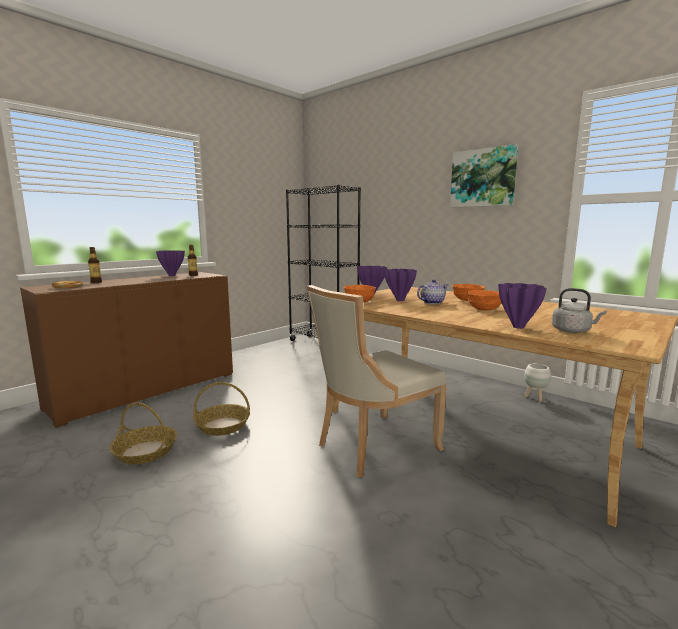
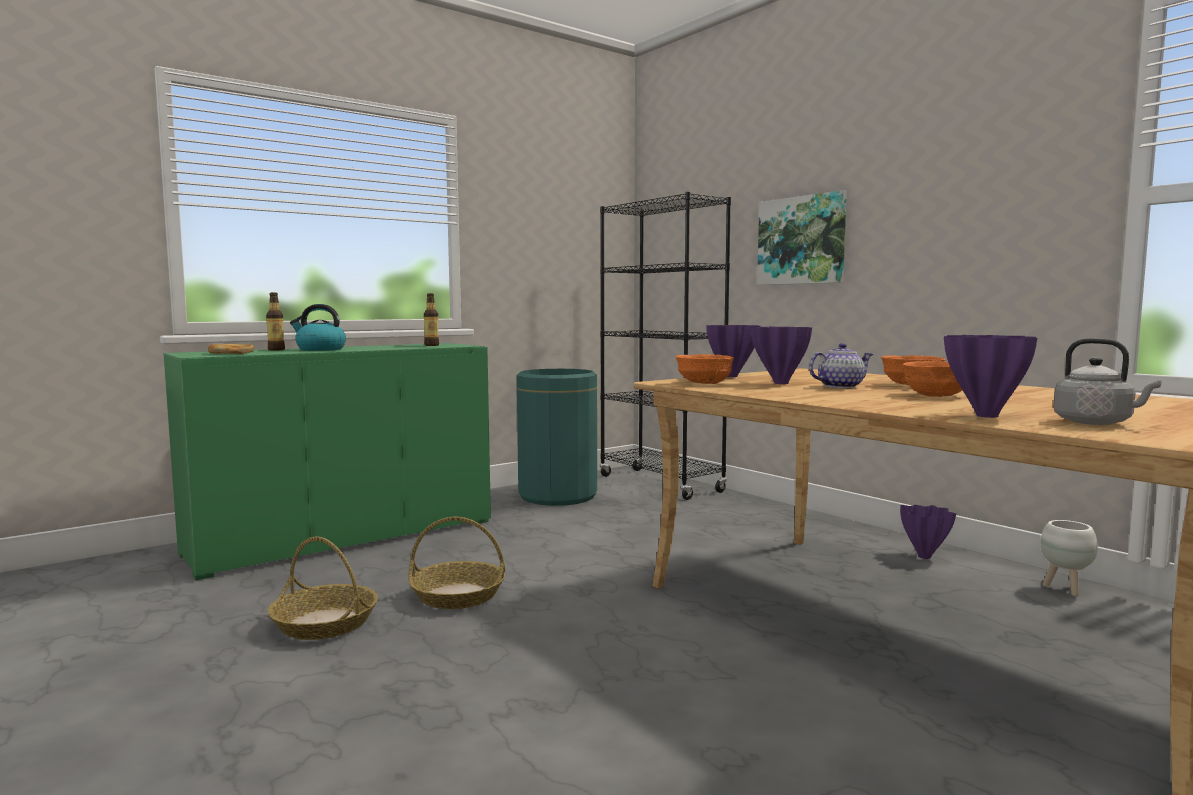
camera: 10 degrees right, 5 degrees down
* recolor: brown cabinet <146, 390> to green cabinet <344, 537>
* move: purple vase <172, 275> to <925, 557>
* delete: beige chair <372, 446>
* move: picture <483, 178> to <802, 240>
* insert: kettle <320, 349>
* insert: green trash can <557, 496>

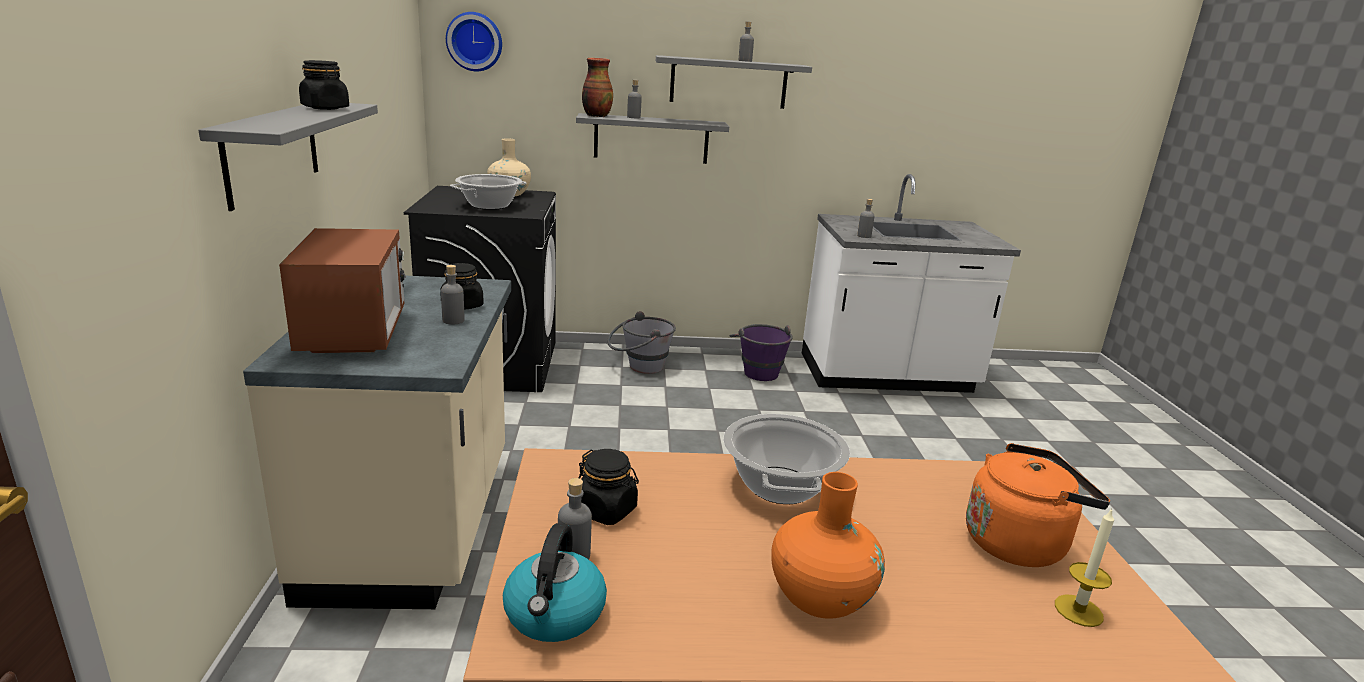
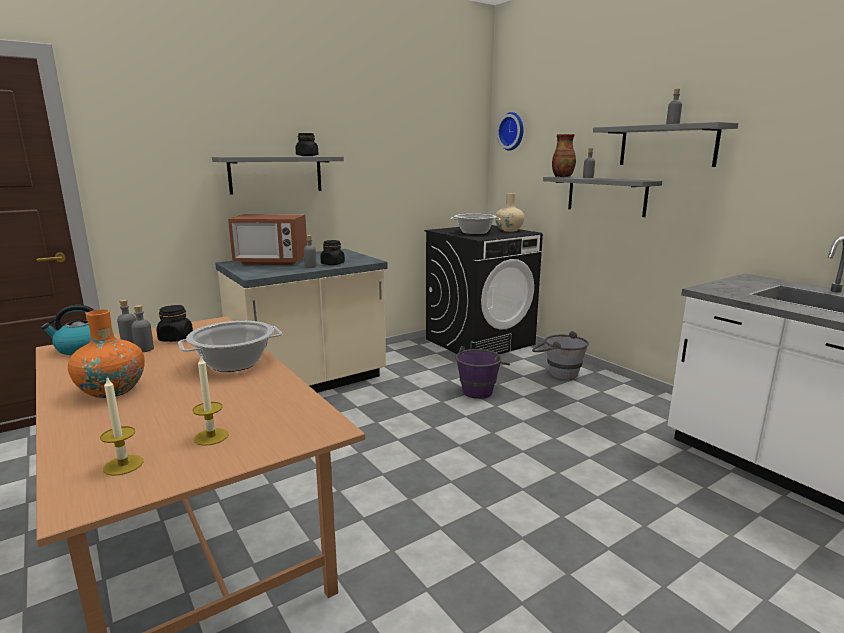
camera: 60 degrees right, 5 degrees down
* rotate: microwave <354, 333> = <271, 262> 45 degrees clockwise
* move: purple bucket <757, 370> to <481, 390>
* move: grey bottle <864, 236> to <144, 349>
* replace: orange kettle <1019, 542> to candle <211, 437>

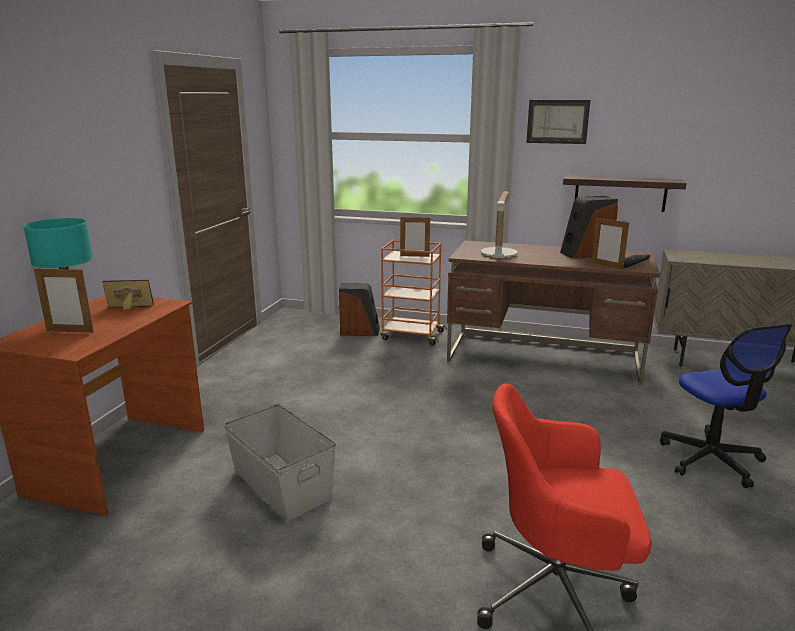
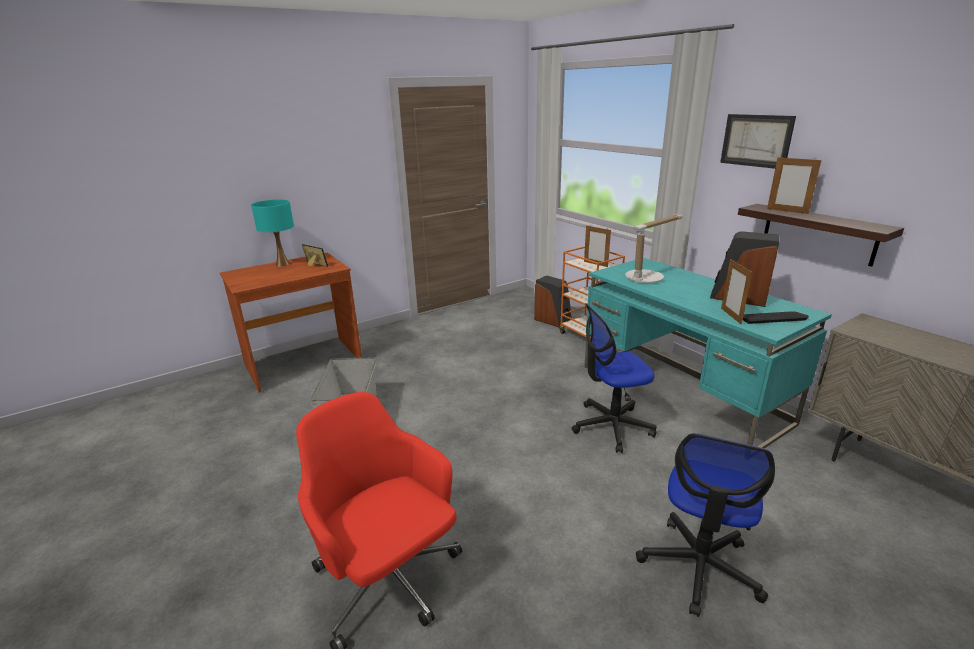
camera: 40 degrees right, 5 degrees up
* move: picture frame <70, 331> to <787, 211>
* recolor: brown desk <544, 357> to turquoise desk <681, 394>
* insert: office chair <611, 426>

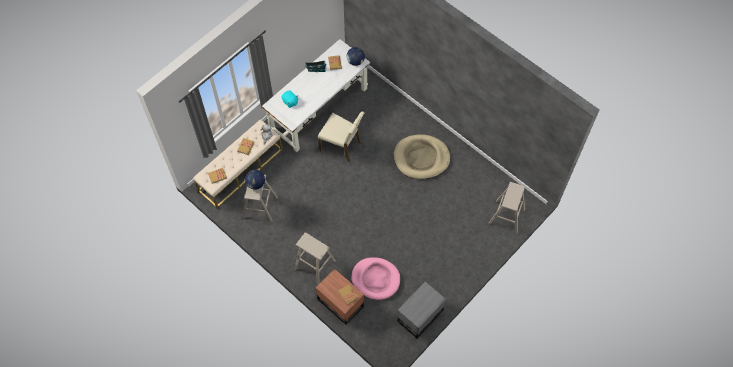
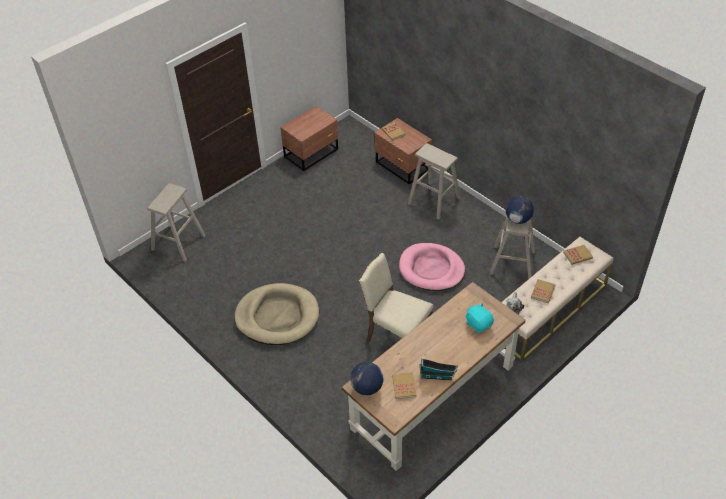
camera: 175 degrees left, 15 degrees down
* recolor: white desk <319, 108> to brown desk <433, 397>
* move: pink dog bed <375, 279> to <431, 269>
* recolor: grey nightstand <419, 316> to brown nightstand <312, 153>

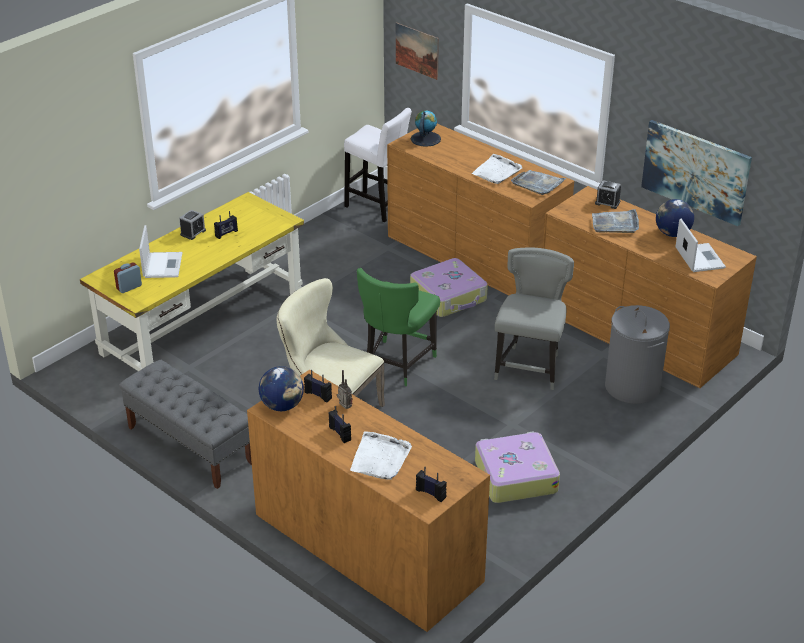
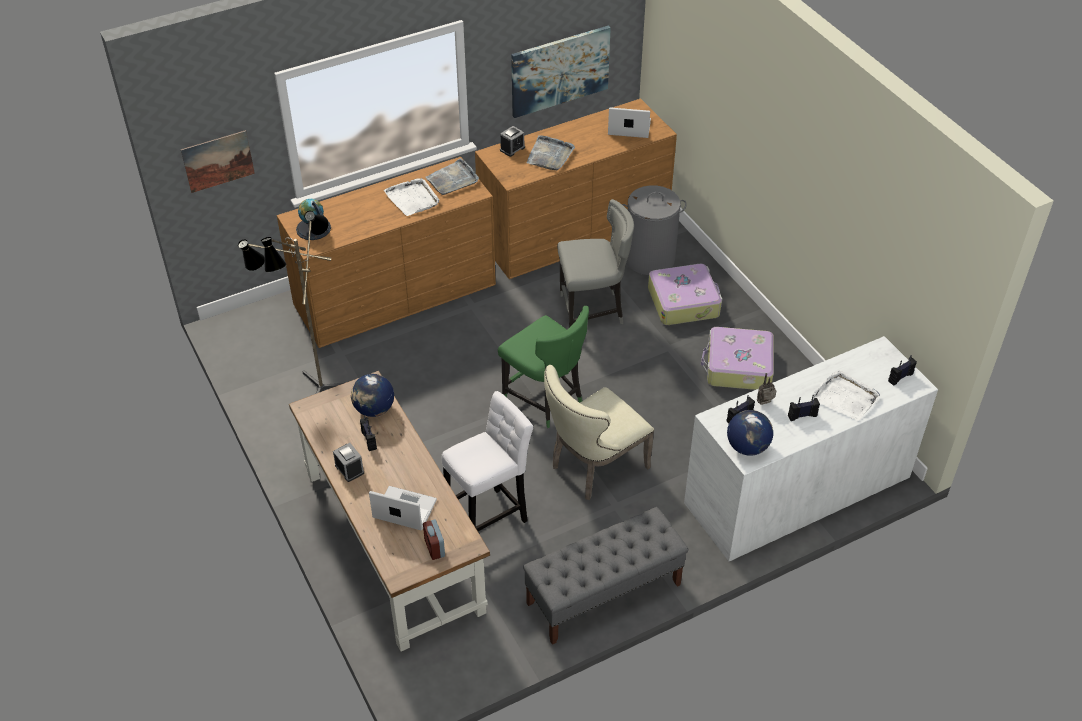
camera: 70 degrees left, 10 degrees up
* recolor: yellow desk <203, 323> to brown desk <392, 540>
* recolor: brown dresser <367, 547> to white dresser <797, 490>
* move: white stool <378, 207> to <489, 518>
* move: suitcase <449, 296> to <684, 302>
* rotate: grey chair <530, 367> = <593, 311> 135 degrees clockwise
* move: globe <672, 234> to <374, 409>
* insert: floor lamp <315, 389>

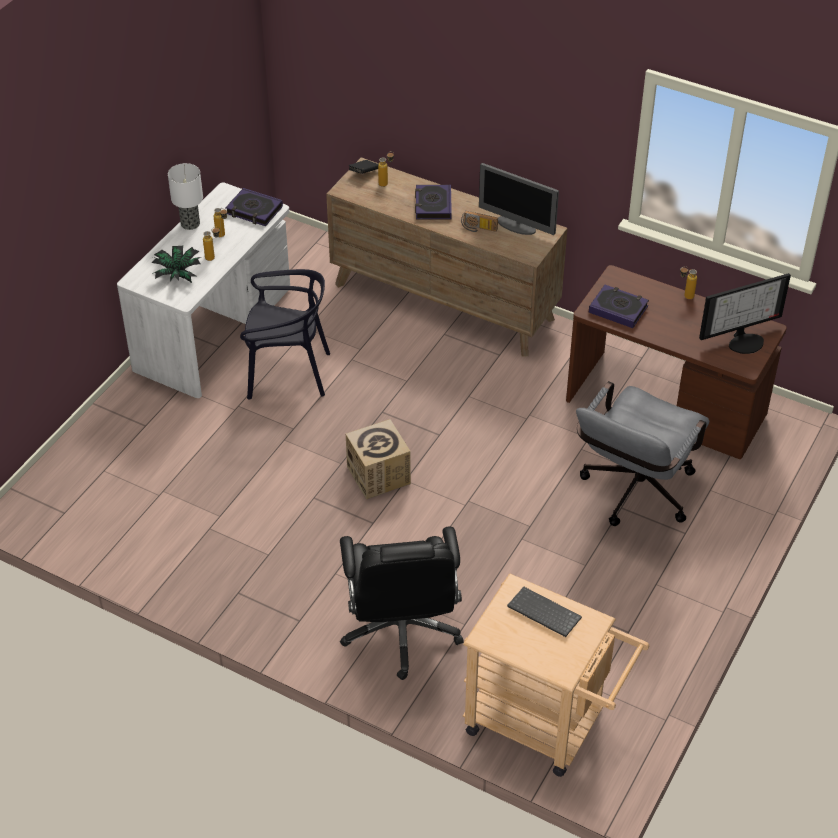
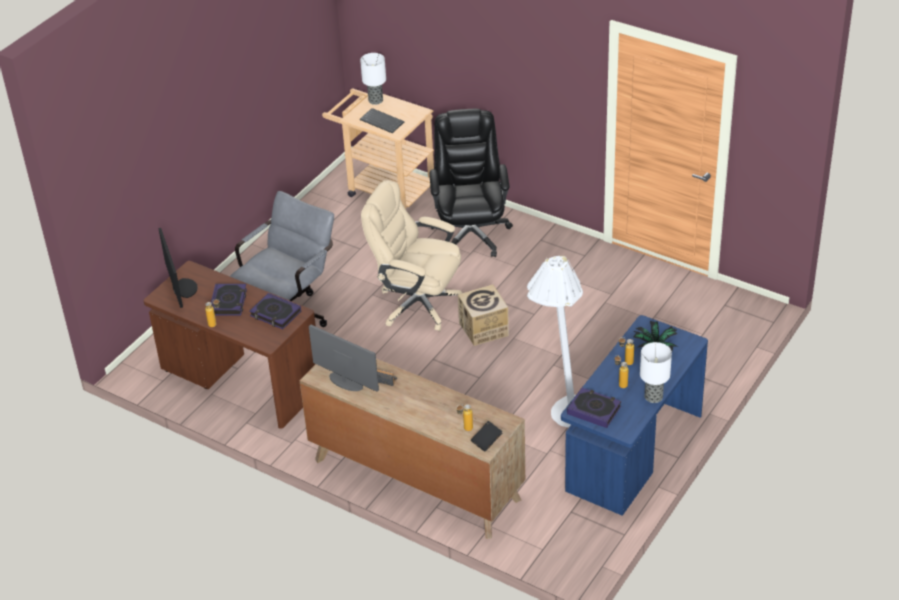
camera: 175 degrees left, 5 degrees down
* recolor: white desk <215, 330> to blue desk <633, 452>
* replace: black chair <287, 373> to white floor lamp <561, 411>
* move: book <433, 205> to <228, 302>
* rotate: monitor <744, 341> = <182, 288> 90 degrees clockwise
* insert: table lamp <376, 101>
* insert: beige office chair <417, 304>

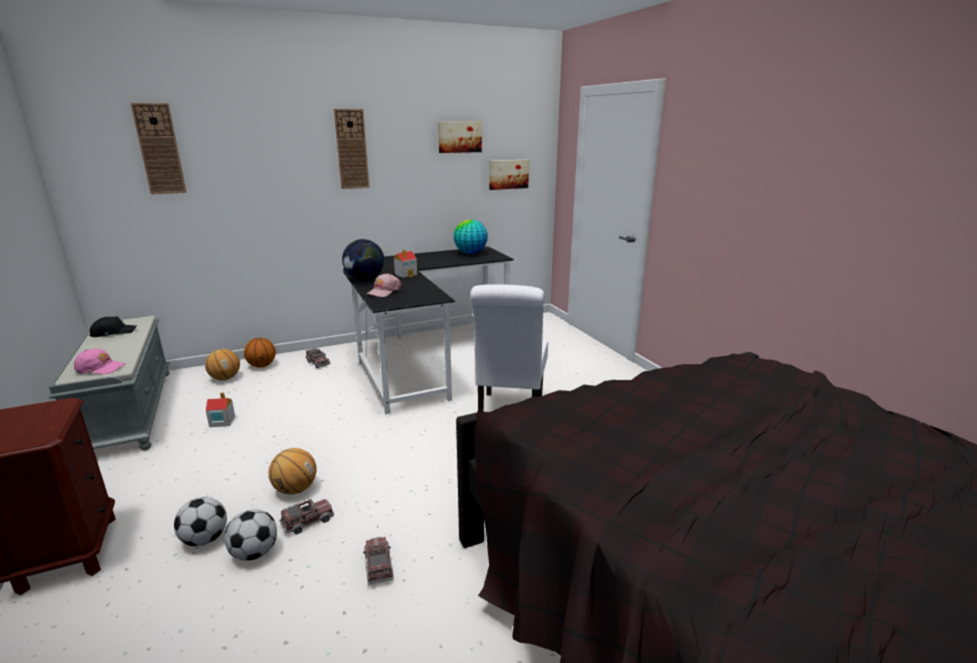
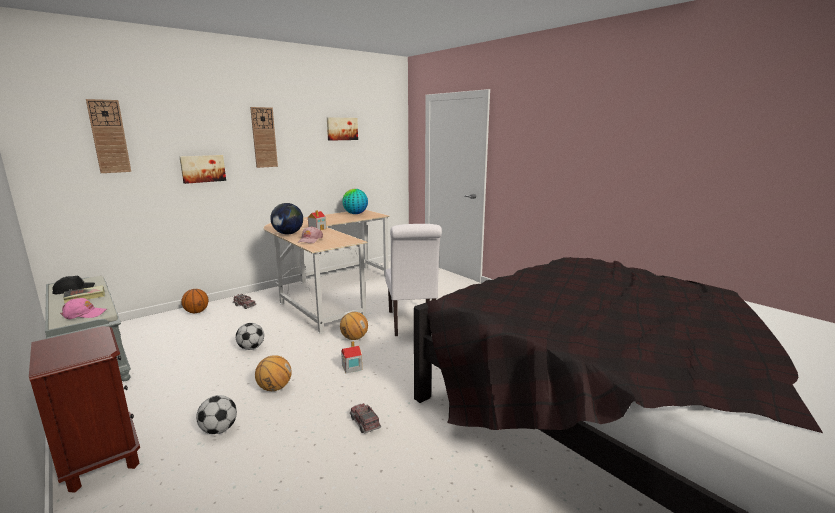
camera: 15 degrees left, 5 degrees down
* move: basketball <225, 378> to <354, 338>
* move: toy house <222, 421> to <351, 367>
* move: football <254, 553> to <251, 348>
* delete: toy truck <308, 522>
* recolor: black desk <422, 357> to beige desk <328, 293>
* move: picture <508, 174> to <203, 168>
* insert: book <85, 296>

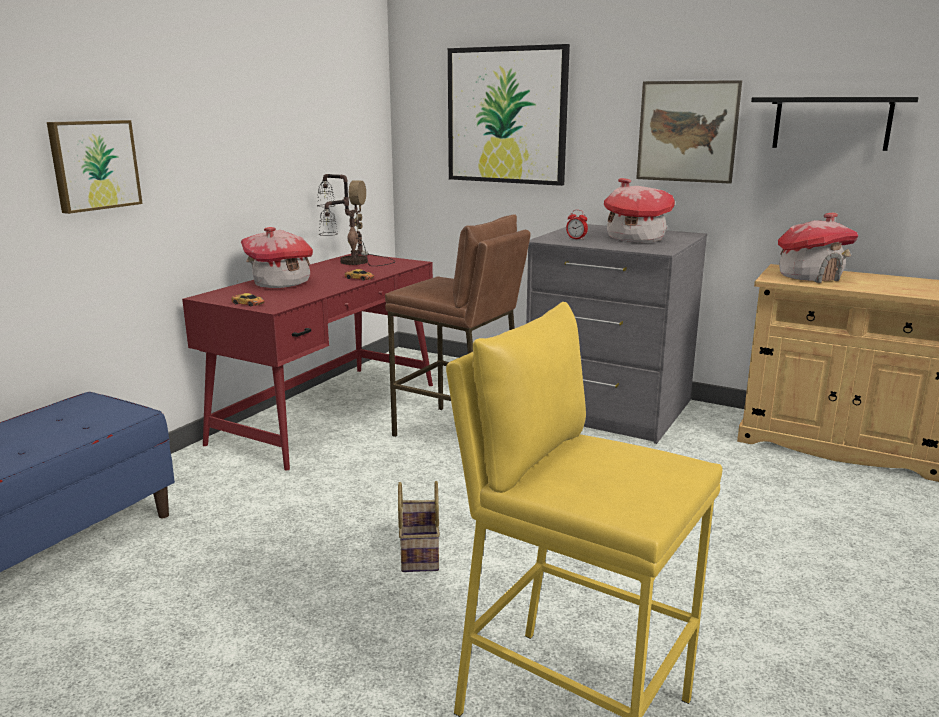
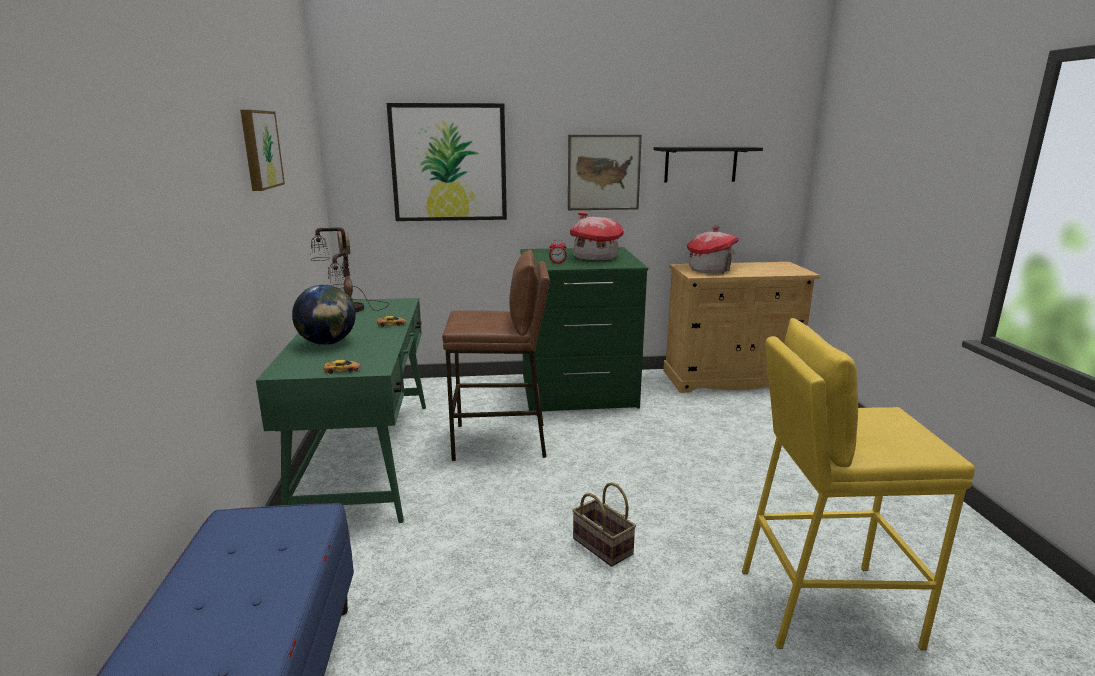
camera: 35 degrees left, 0 degrees up
* move: picture <94, 165> to <259, 149>
* recolor: red desk <329, 412> to green desk <367, 457>
* replace: toy house <281, 283> to globe <327, 343>
* recolor: grey dresser <608, 409> to green dresser <578, 391>

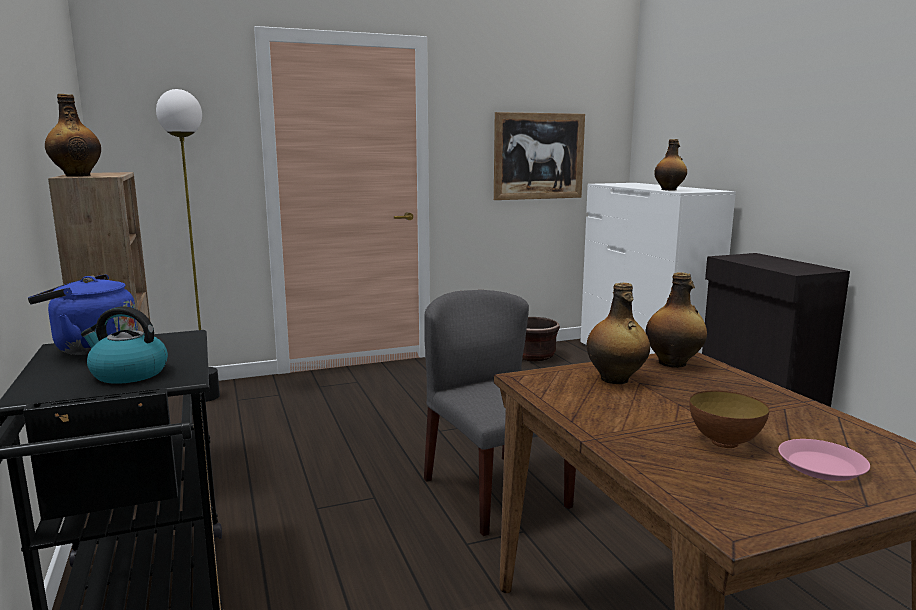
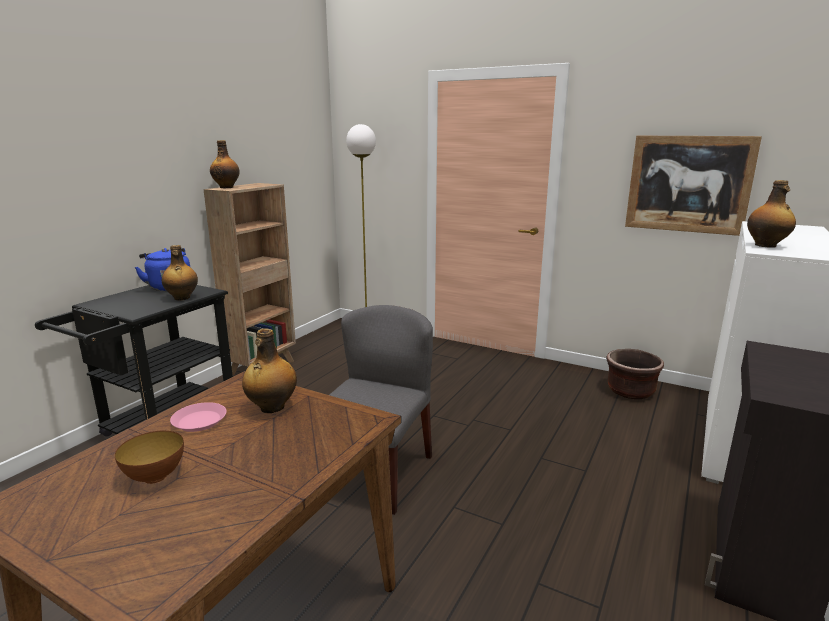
camera: 50 degrees right, 5 degrees up
* delete: kettle <128, 374>
* move: bottle <673, 363> to <182, 298>
* move: pink plate <821, 466> to <199, 421>

